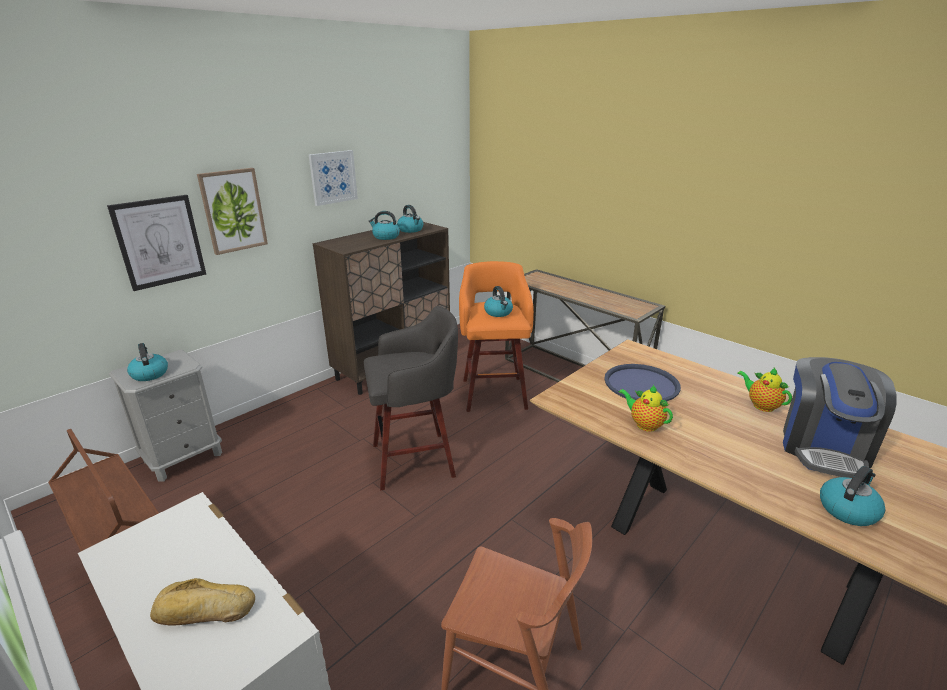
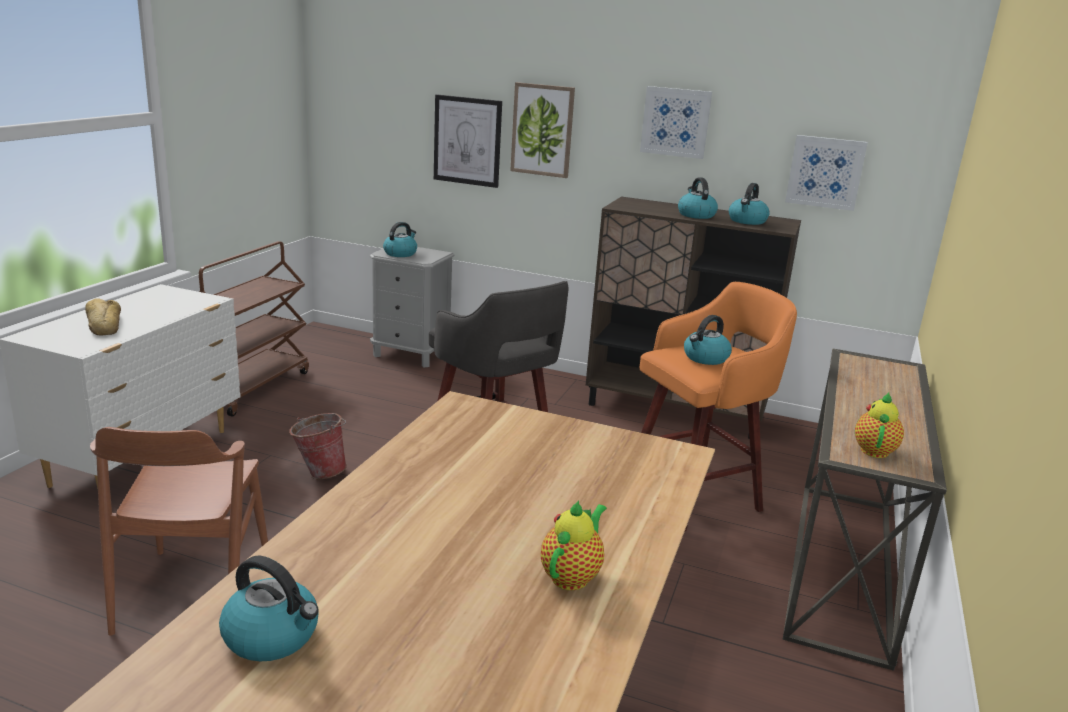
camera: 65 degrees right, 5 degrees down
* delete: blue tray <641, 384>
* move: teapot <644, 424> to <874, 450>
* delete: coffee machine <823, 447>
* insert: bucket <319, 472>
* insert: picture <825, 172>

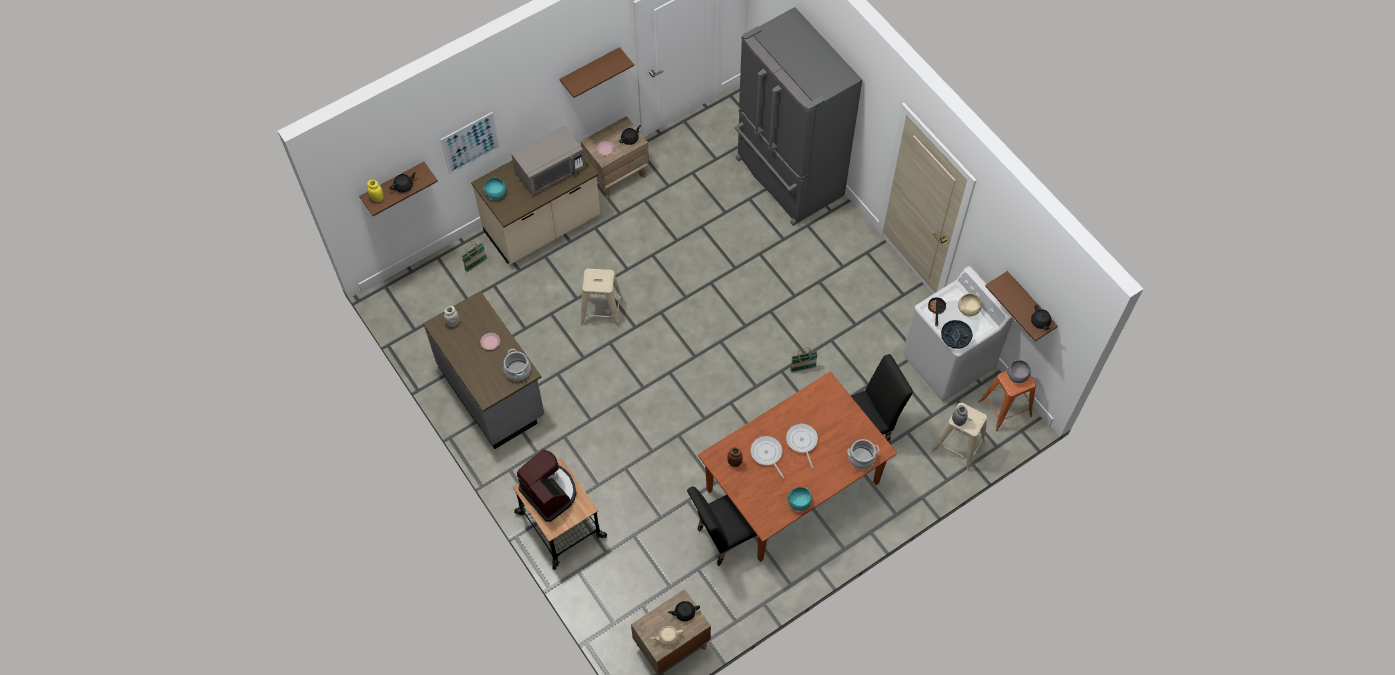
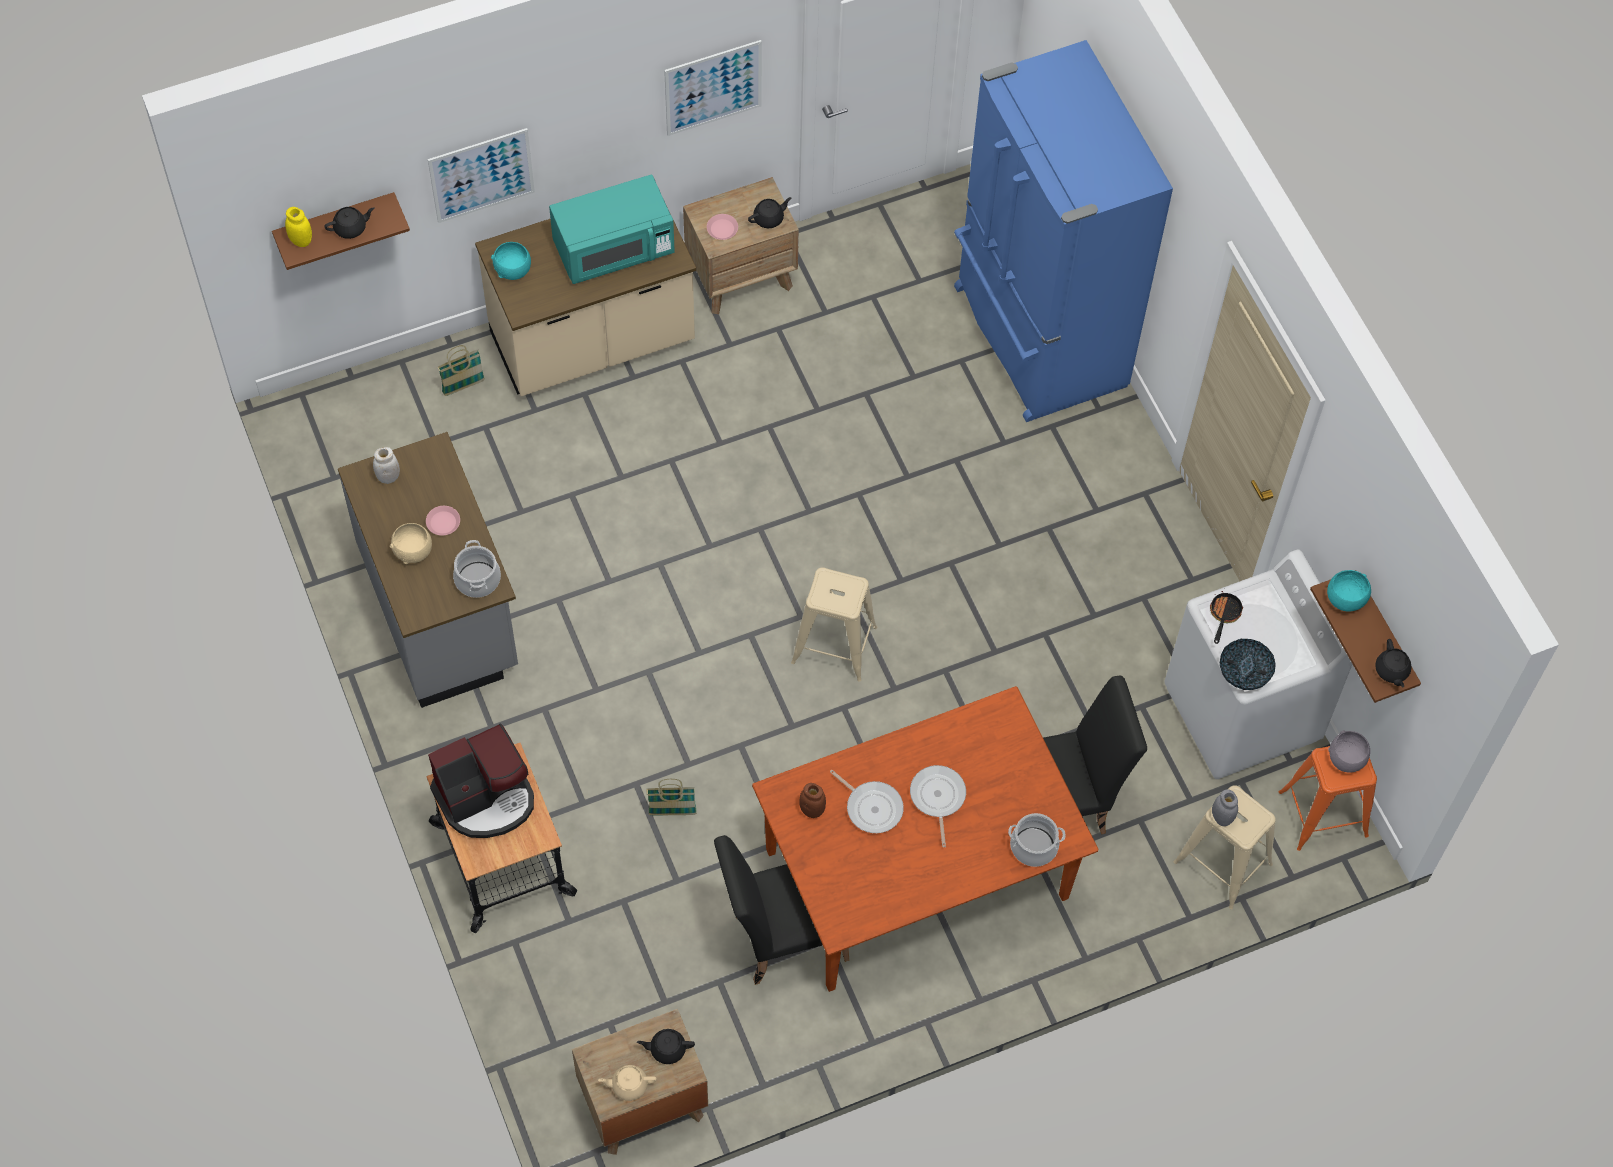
camera: 10 degrees right, 0 degrees up
* recolor: grey microwave <550, 171> to turquoise microwave <613, 249>
* rotate: coffee machine <549, 492> = <486, 798> 90 degrees clockwise
* replace: brown shelf <590, 70> to picture <713, 87>
* move: beige stool <602, 311> to <835, 645>
* recolor: grey fridge <787, 178> to blue fridge <1036, 338>
* rotate: frying pan <767, 454> = <872, 807> 150 degrees clockwise
* move: turquoise bowl <799, 503> to <1345, 600>
* move: basket <803, 368> to <672, 812>
* move: beige bowl <968, 309> to <414, 551>

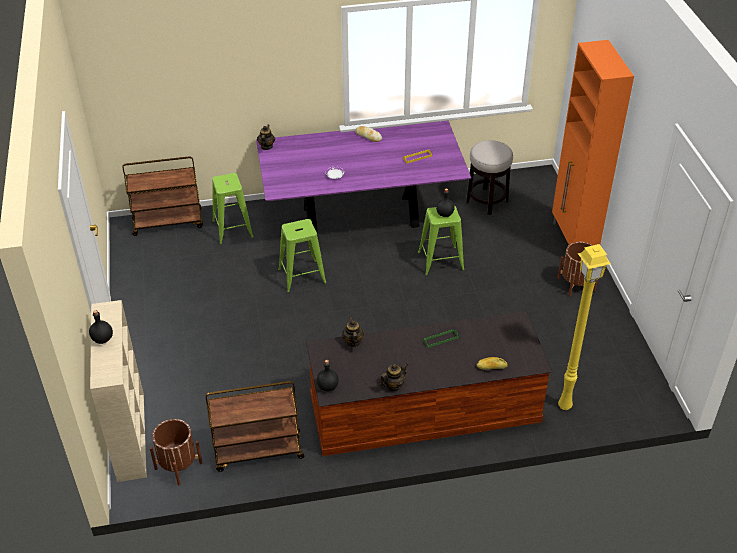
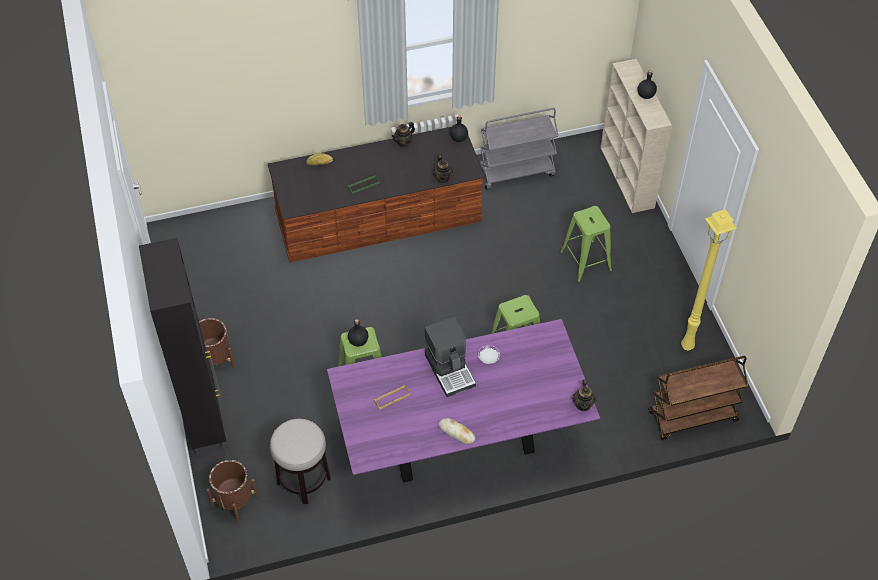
camera: 175 degrees right, 10 degrees up
* move: brown planter <178, 465> to <234, 501>
* recolor: brown cart <257, 451> to grey cart <516, 171>
* move: green stool <232, 229> to <585, 261>
* recolor: orange cabinet <573, 240> to black cabinet <206, 422>
* move: yellow floor lamp <566, 406> to <686, 345>
* insert: coffee machine <450, 369>

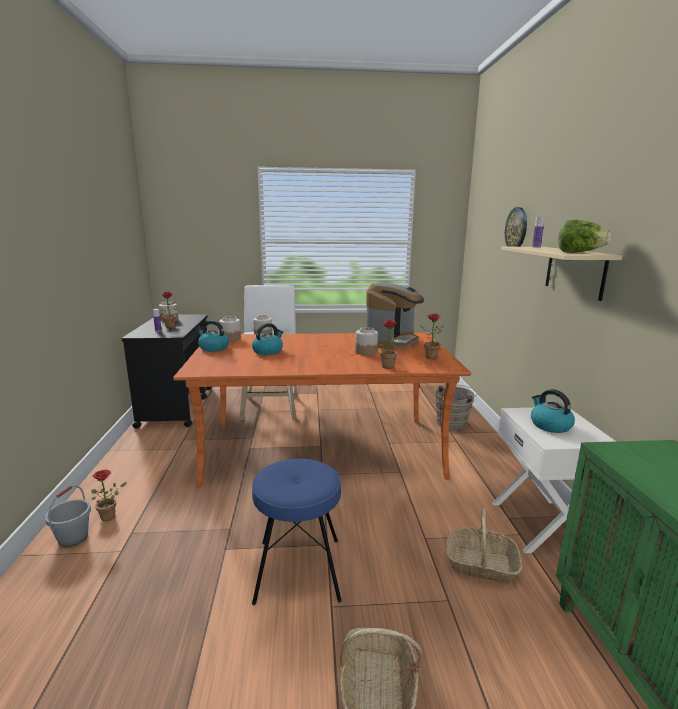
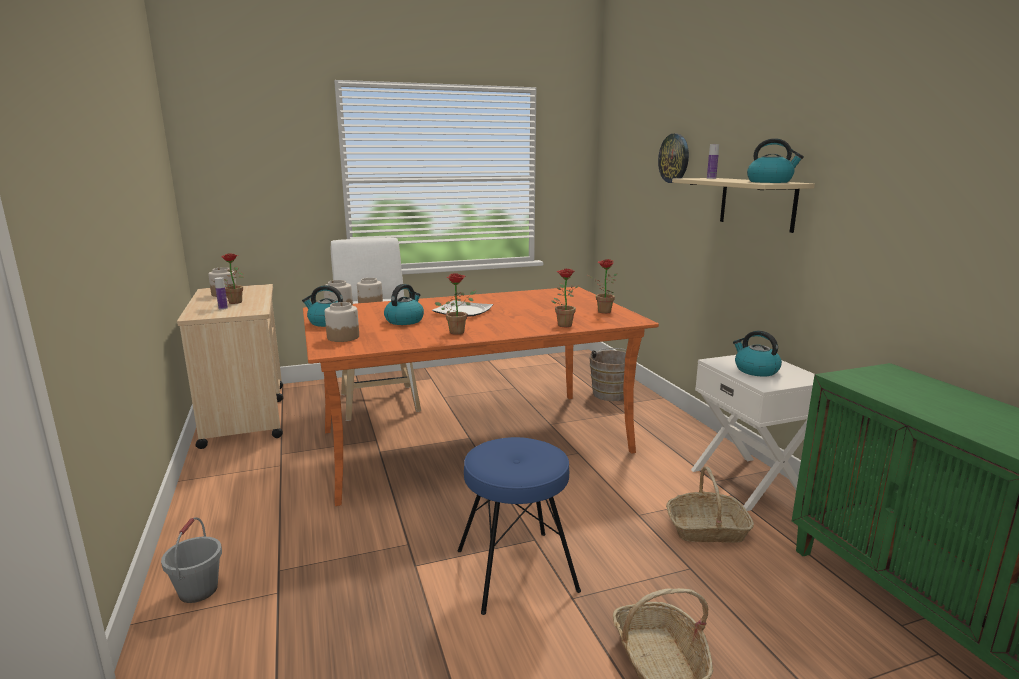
camera: 15 degrees left, 0 degrees up
* move: potted plant <111, 515> to <459, 331>
* recolor: black cart <177, 406> to beige cart <245, 414>
* move: jar <366, 352> to <343, 337>
* delete: coffee machine <392, 341>
* replace: lettuce <579, 252> to kettle <770, 182>
* insert: plate <463, 311>

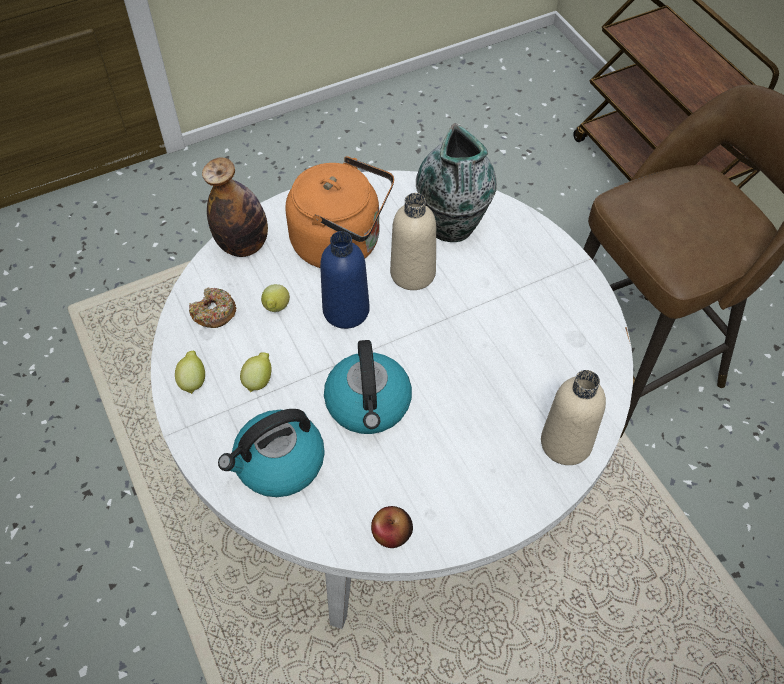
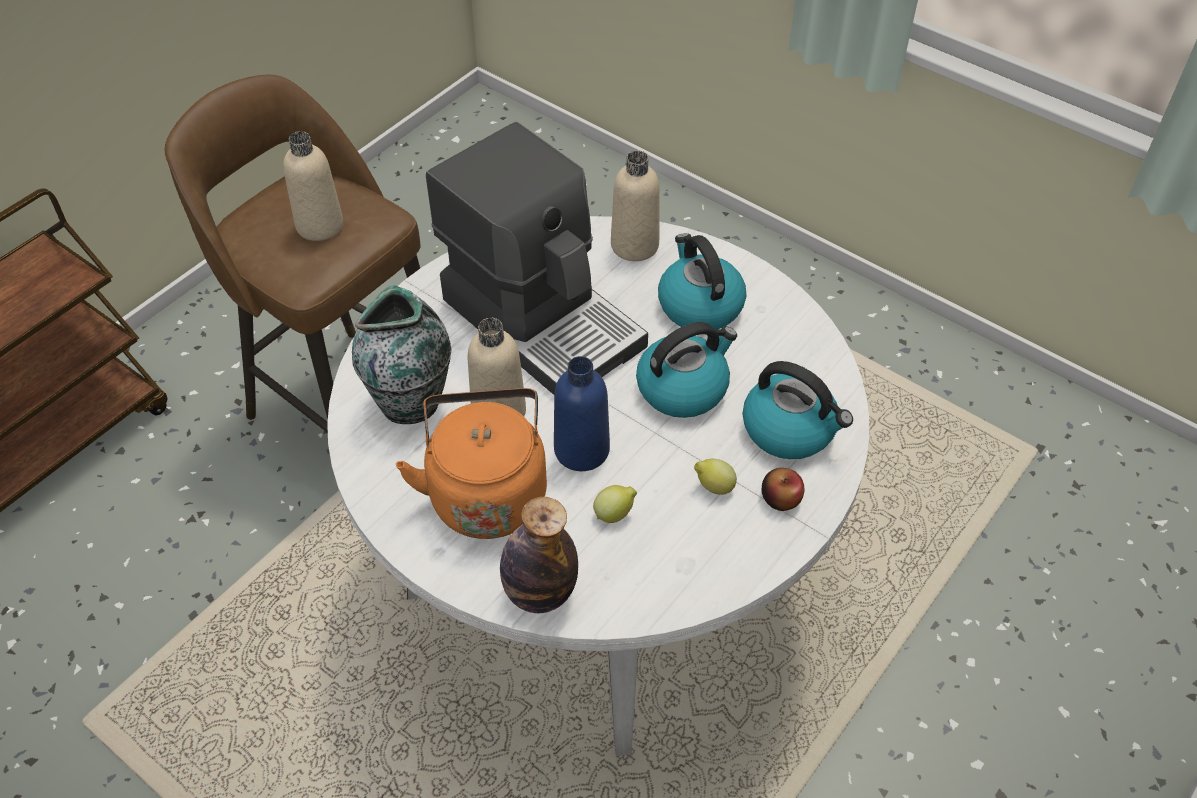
camera: 115 degrees left, 5 degrees down
* delete: lemon <193, 380>
* delete: donut <214, 313>
* move: apple <392, 533> to <781, 498>
* insert: beige bottle <320, 225>
* insert: coffee machine <543, 320>
* insert: kettle <699, 305>

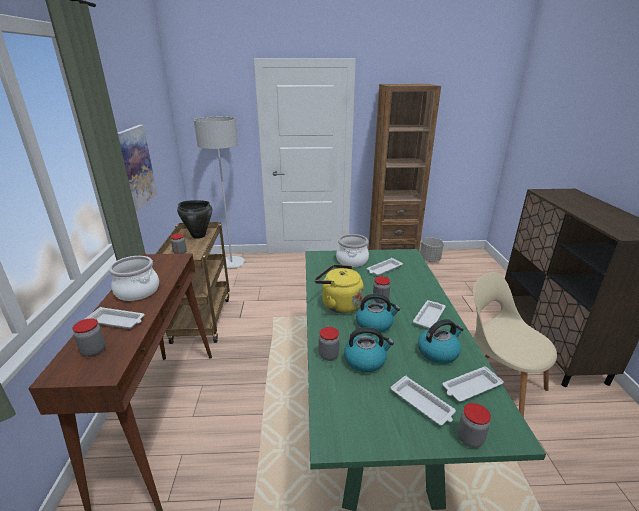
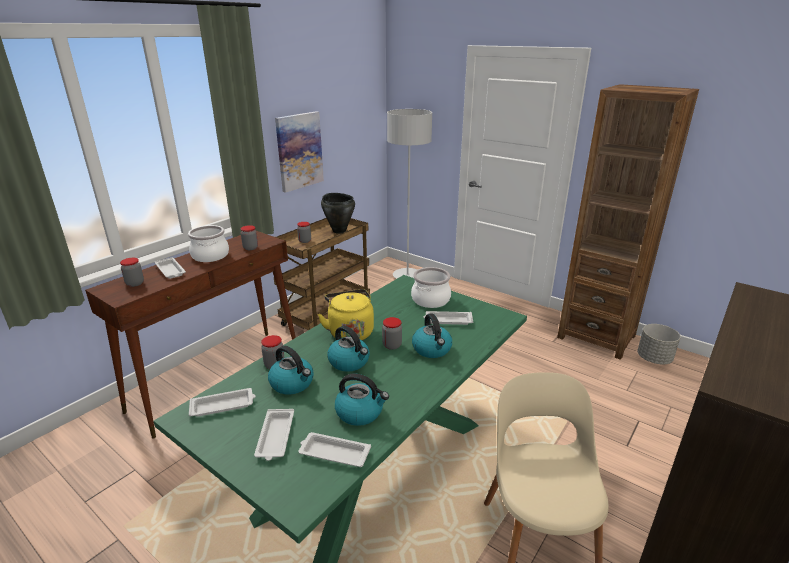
camera: 40 degrees right, 0 degrees up
* move: white tray <429, 316> to <223, 405>
* move: jar <470, 438> to <250, 248>
* insert: kettle <432, 349>

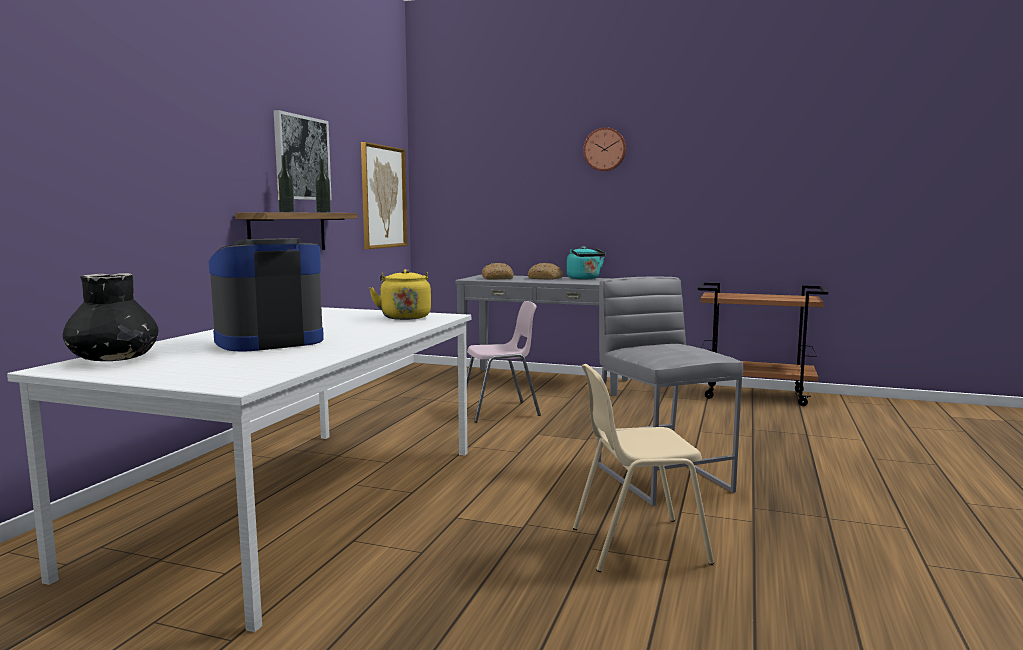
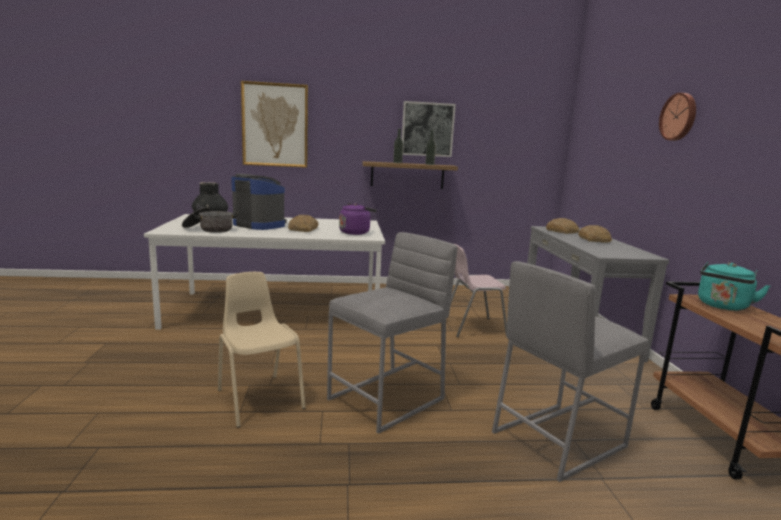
camera: 65 degrees right, 5 degrees up
* move: picture <383, 197> to <275, 125>
* recolor: yellow kettle <405, 317> to purple kettle <356, 232>
* rotate: pink chair <500, 411> = <473, 328> 120 degrees clockwise
* move: turquoise kettle <584, 278> to <722, 306>
* insert: cooking pot <209, 229>
* insert: bread <303, 229>
* insert: grey stool <556, 439>

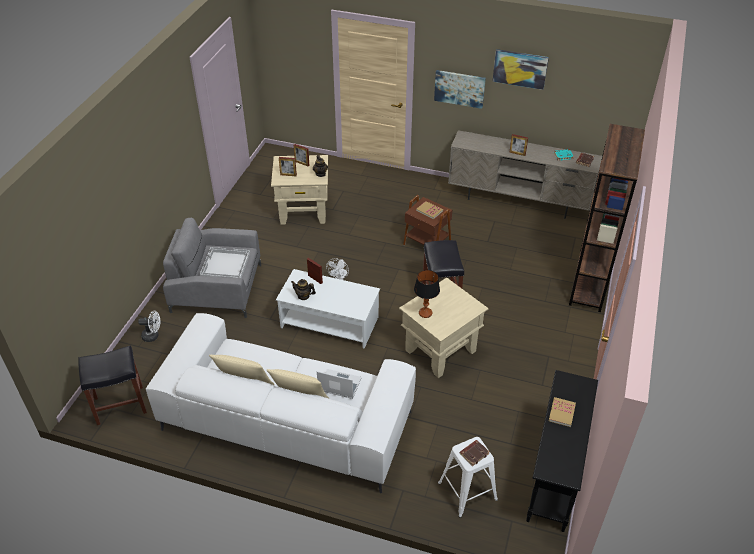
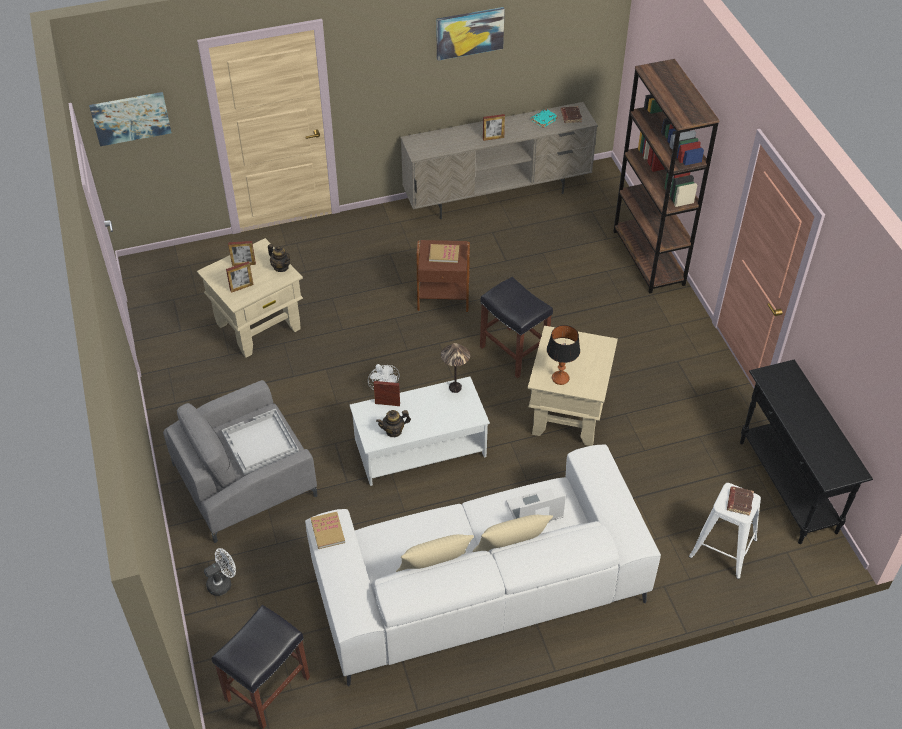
camera: 35 degrees left, 5 degrees up
* move: picture <459, 88> to <130, 118>
* move: book <562, 413> to <327, 531>
* insert: table lamp <455, 387>

